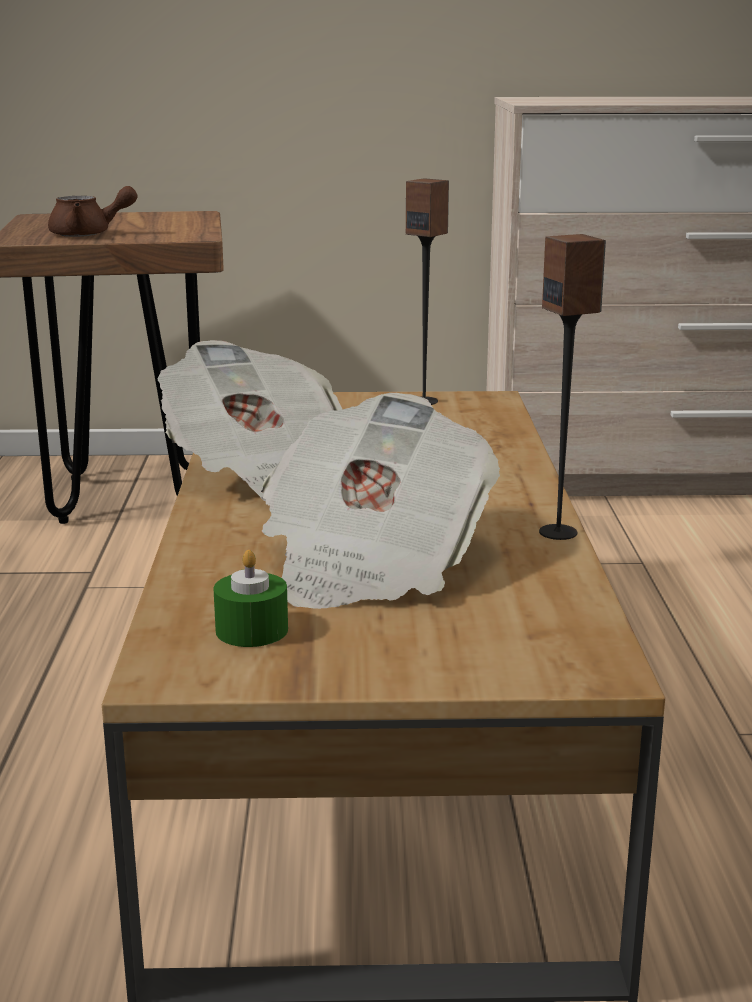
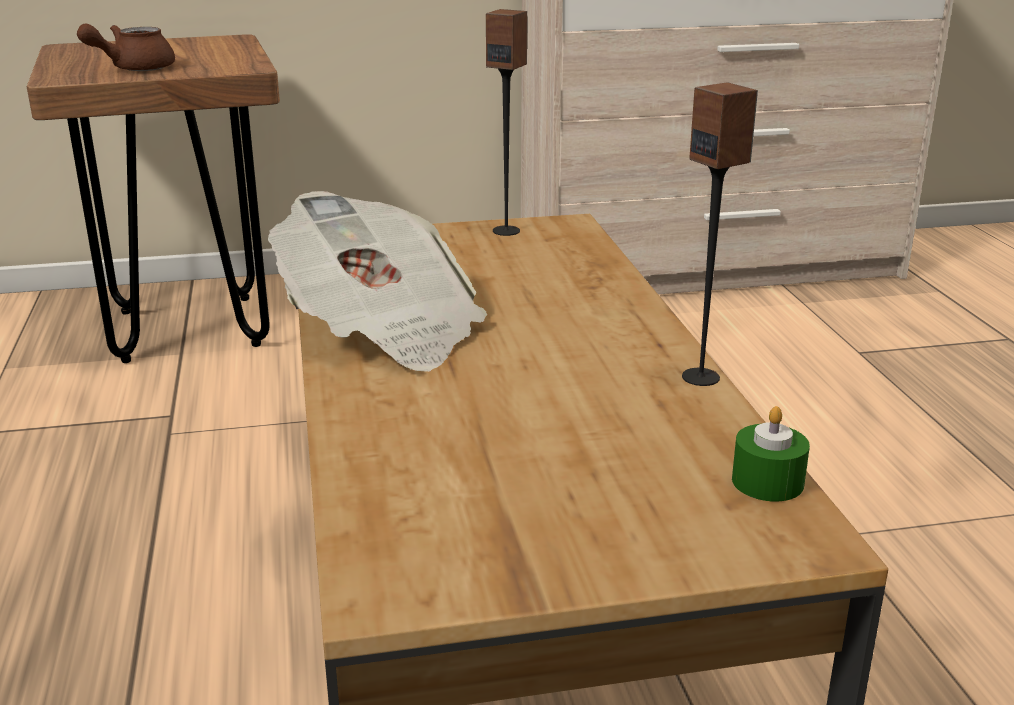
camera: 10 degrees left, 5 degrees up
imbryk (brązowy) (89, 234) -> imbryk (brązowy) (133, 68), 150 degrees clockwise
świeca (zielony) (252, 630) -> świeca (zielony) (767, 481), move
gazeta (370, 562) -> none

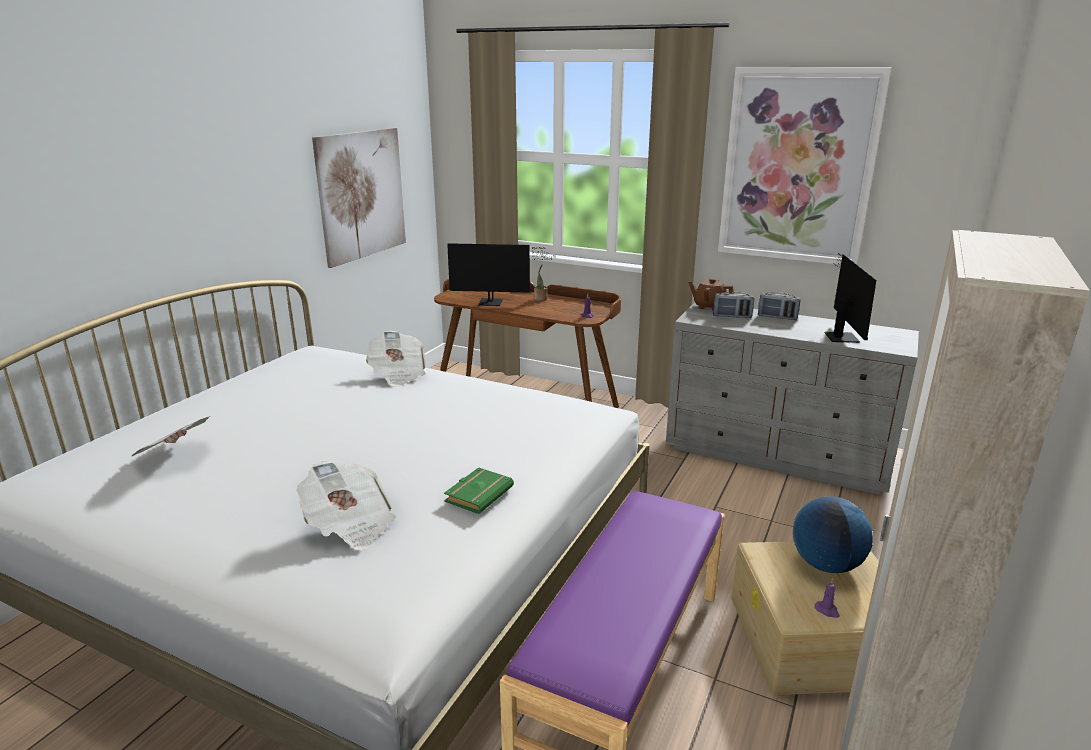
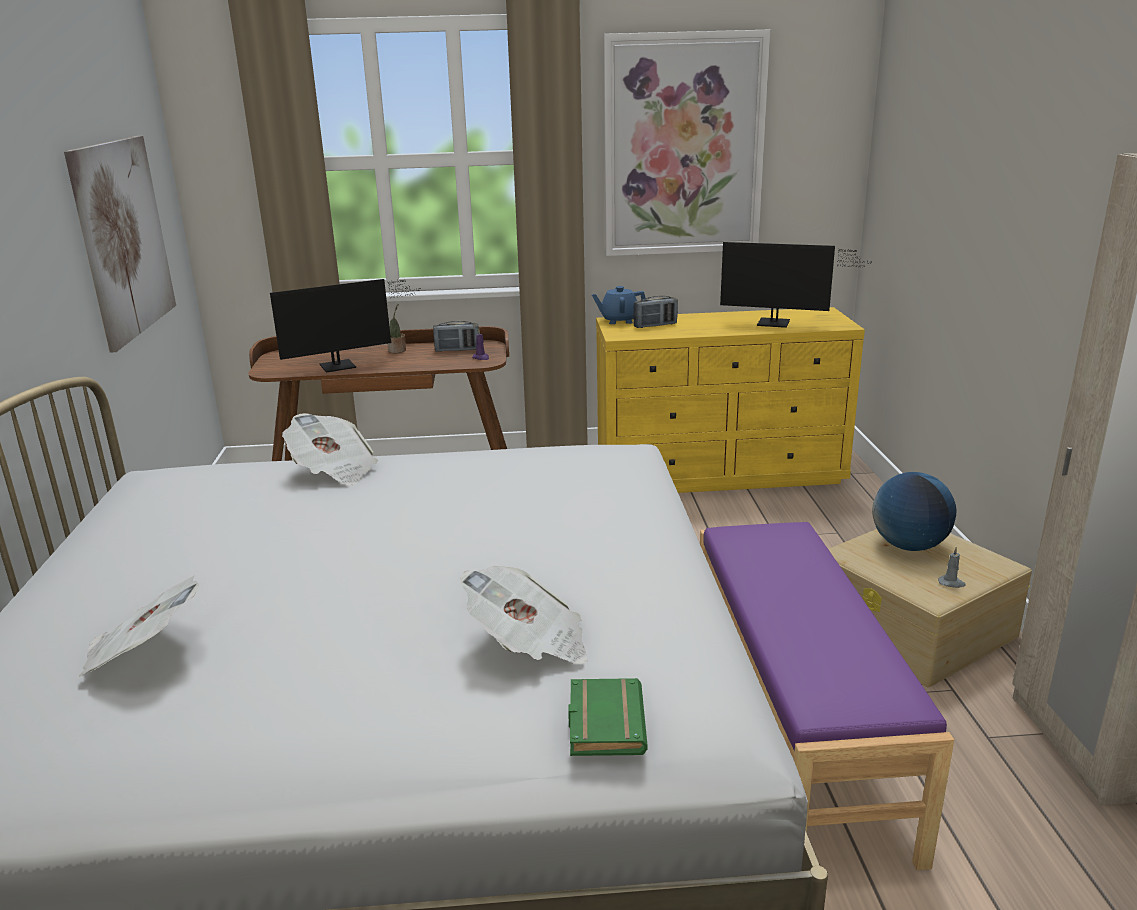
camera: 30 degrees left, 0 degrees up
książka (zielony) (478, 494) -> książka (zielony) (603, 722), move
komoda (szary) (778, 455) -> komoda (żółty) (721, 473)
imbryk (brązowy) (709, 307) -> imbryk (niebieski) (619, 320)
radio (777, 317) -> radio (457, 350), move
świeca (fioletowy) (827, 610) -> świeca (szary) (951, 583)
monitor (841, 335) -> monitor (779, 323), 135 degrees clockwise

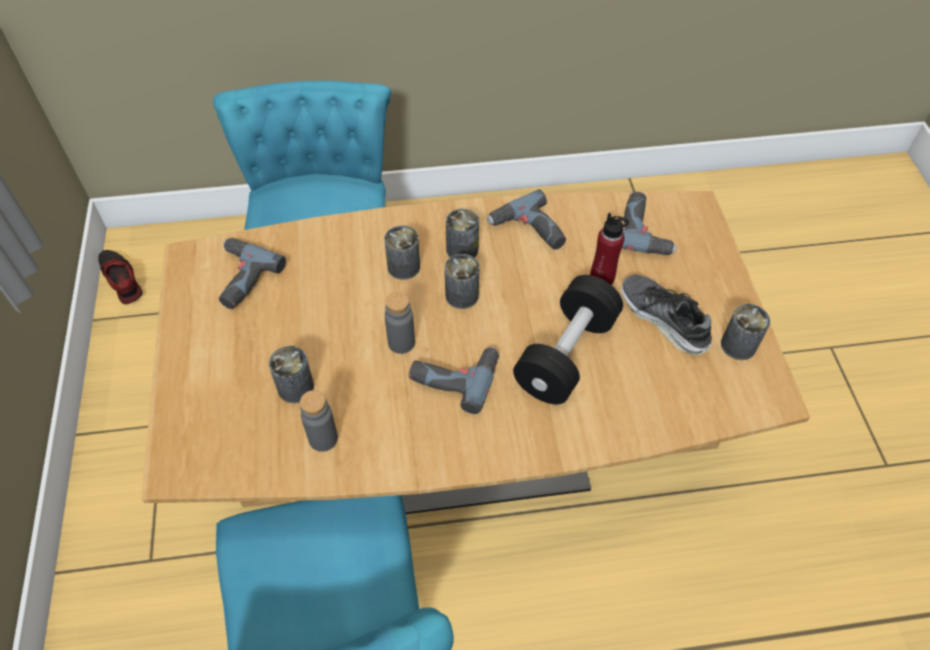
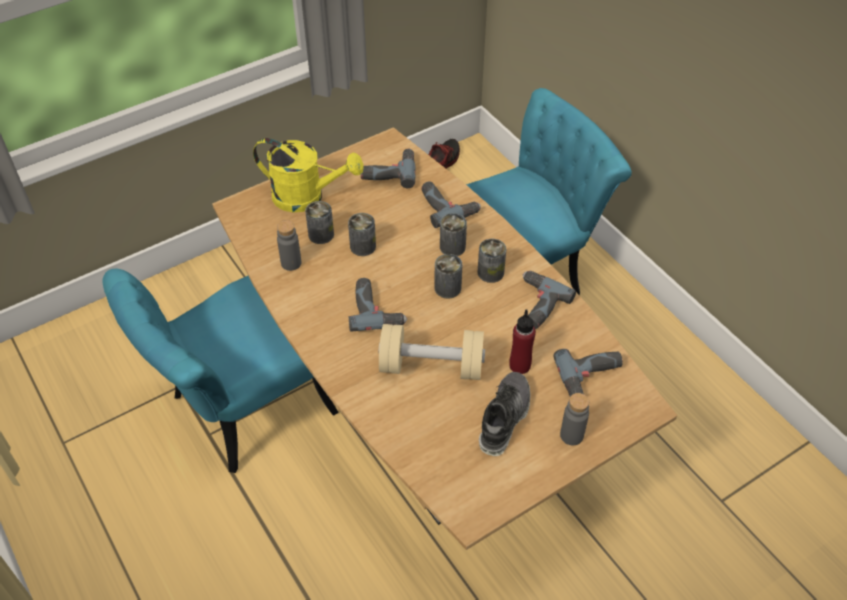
camera: 65 degrees right, 5 degrees down
butelka (szary) (401, 342) -> butelka (szary) (571, 435), move
hantel (czarny) (566, 354) -> hantel (beżowy) (431, 366)
puszka (738, 345) -> puszka (363, 246), move
none -> konewka (żółty) (307, 197)
none -> wiertarka (447, 206)

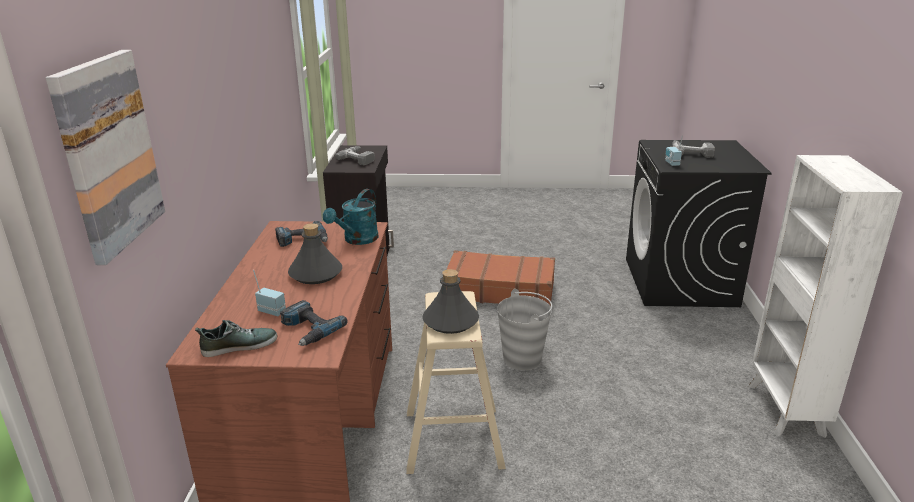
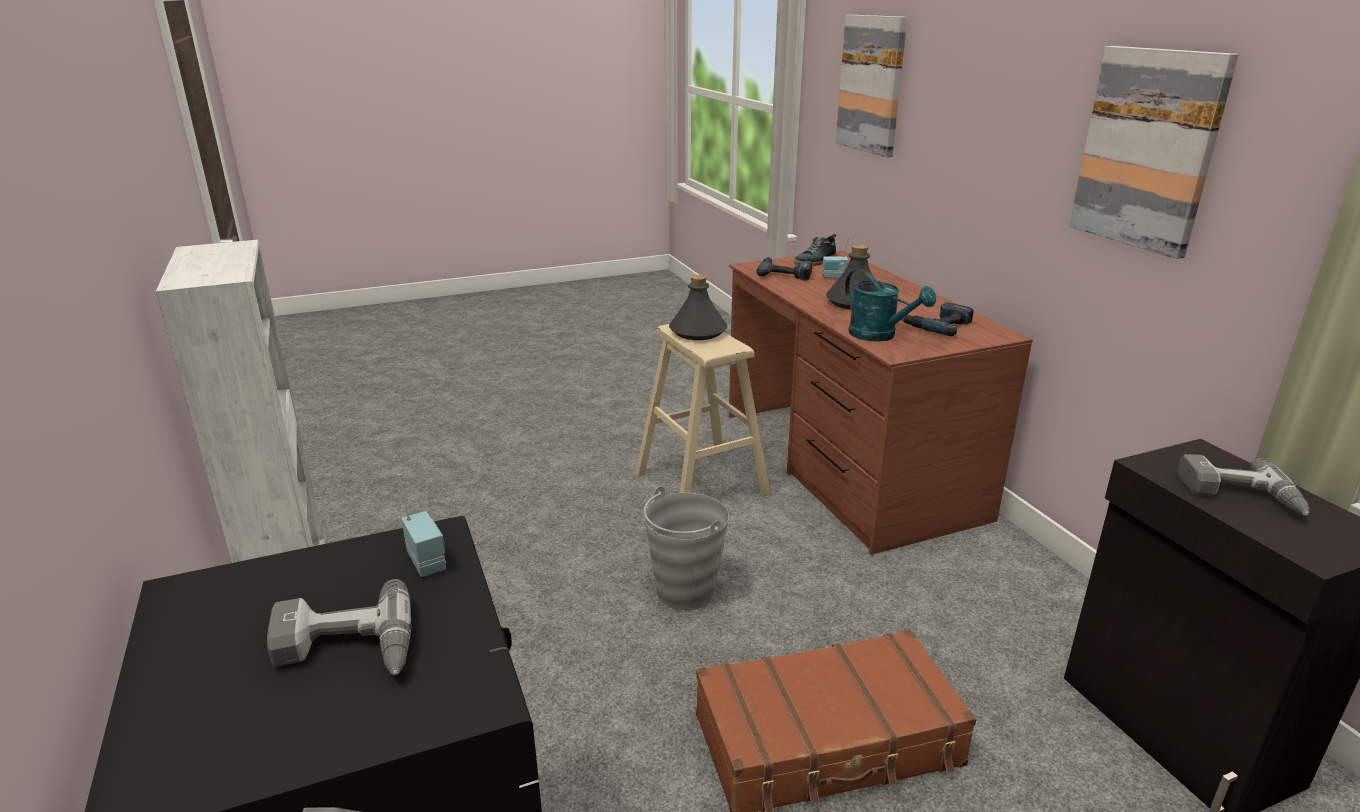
camera: 155 degrees right, 0 degrees up
konewka (turkusowy) (357, 240) -> konewka (turkusowy) (879, 336), 135 degrees clockwise
none -> obraz (1148, 149)

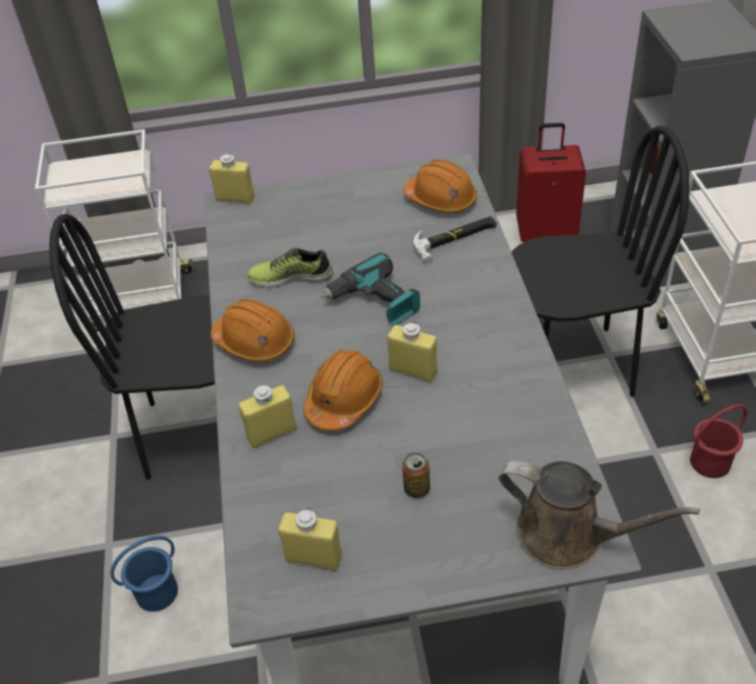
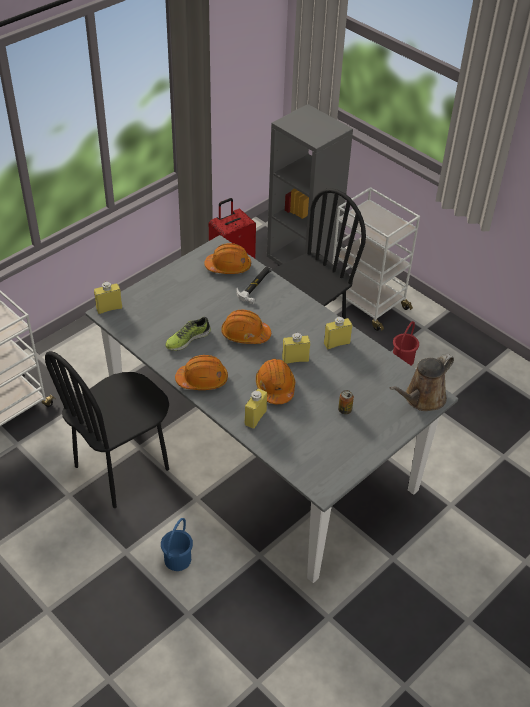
camera: 40 degrees left, 0 degrees up
butelka (żółty) (313, 557) -> butelka (żółty) (336, 343), move
wiertarka (375, 302) -> kask (pomarańczowy) (245, 334)
konewka (brązowy) (568, 536) -> konewka (brązowy) (422, 399), 150 degrees clockwise

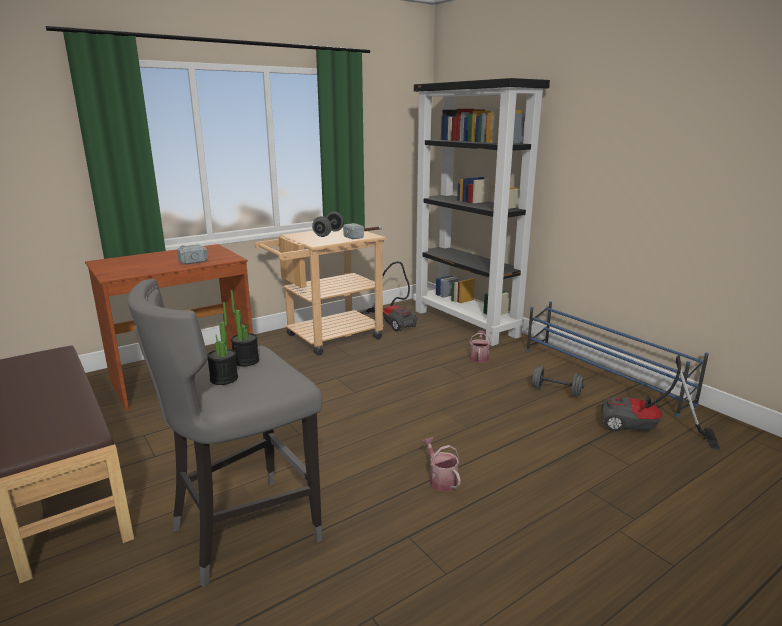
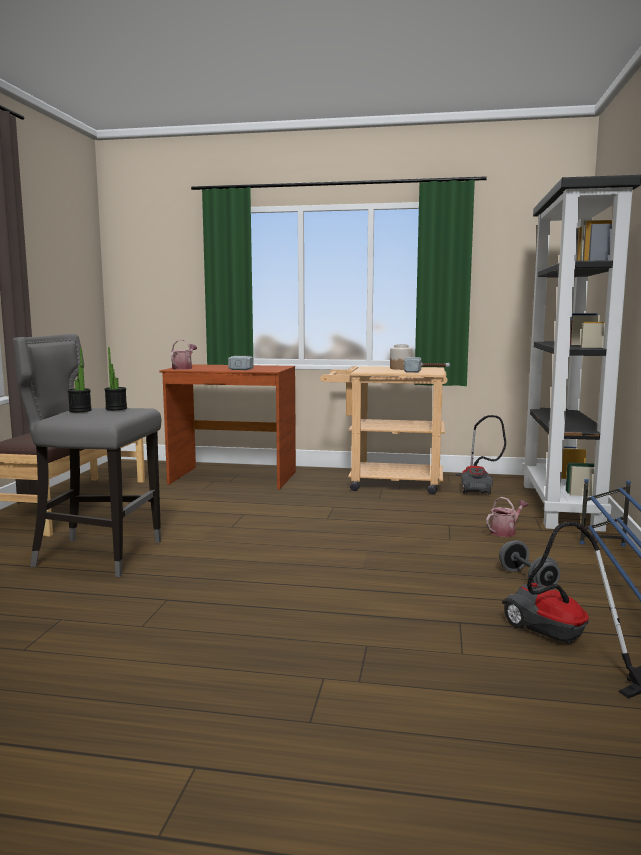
camera: 45 degrees right, 10 degrees down
hantel (szary) (328, 233) -> słoik (400, 368)
konewka (441, 479) -> konewka (183, 368), move

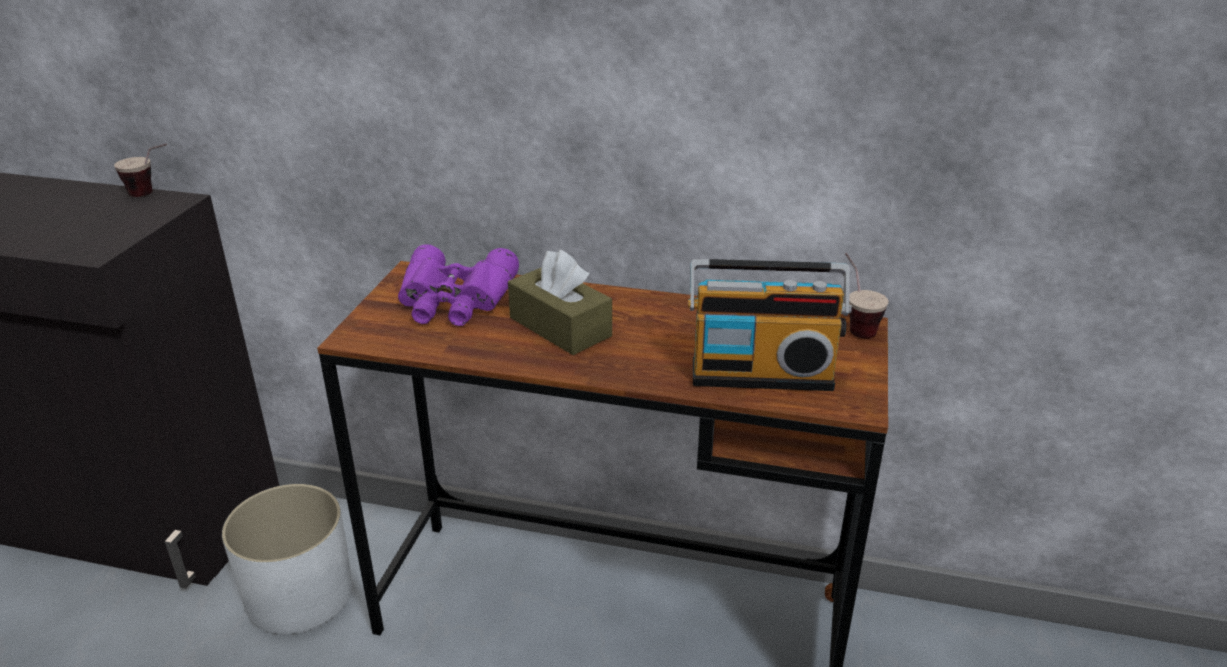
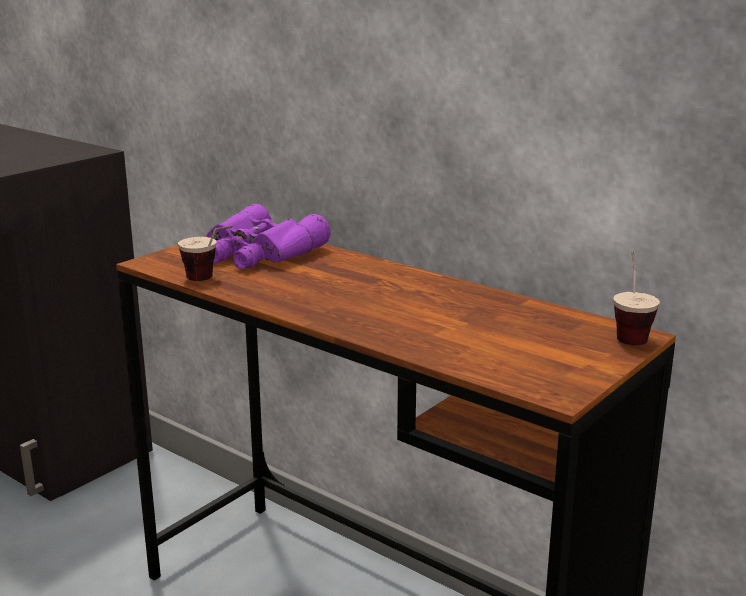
camera: 25 degrees right, 10 degrees down
filiżanka (153, 194) -> filiżanka (210, 281), move
donica (biały) (300, 593) -> none
pudełko chusteczek (brązowy) (560, 327) -> none
radio (761, 373) -> none

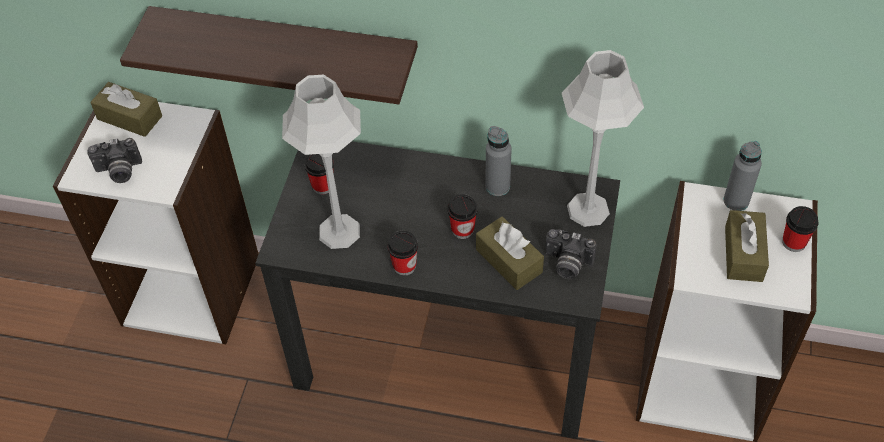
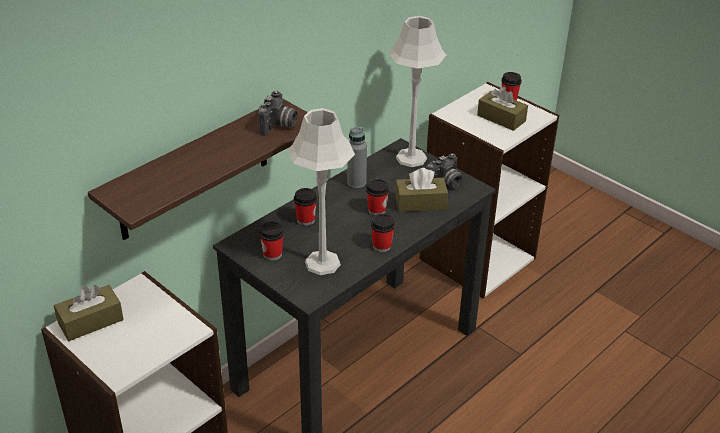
camera: 60 degrees left, 15 degrees down
aparat fotograficzny (119, 172) -> aparat fotograficzny (278, 126), move
butelka (szary) (736, 201) -> none
none -> filiżanka (306, 220)

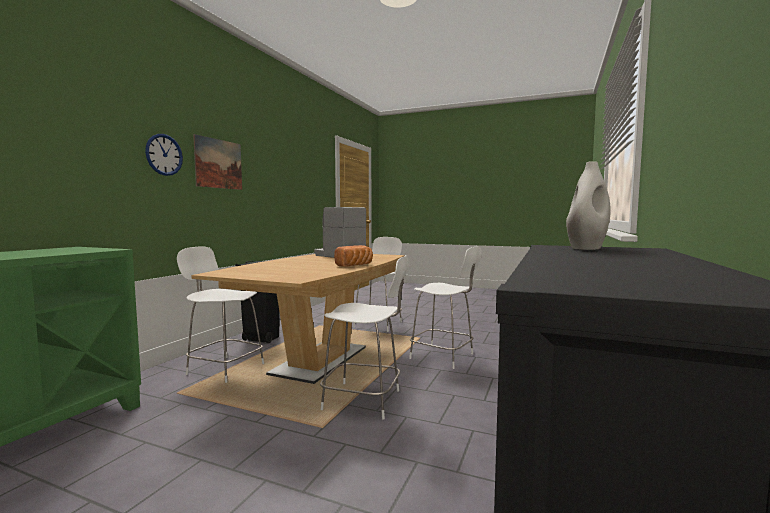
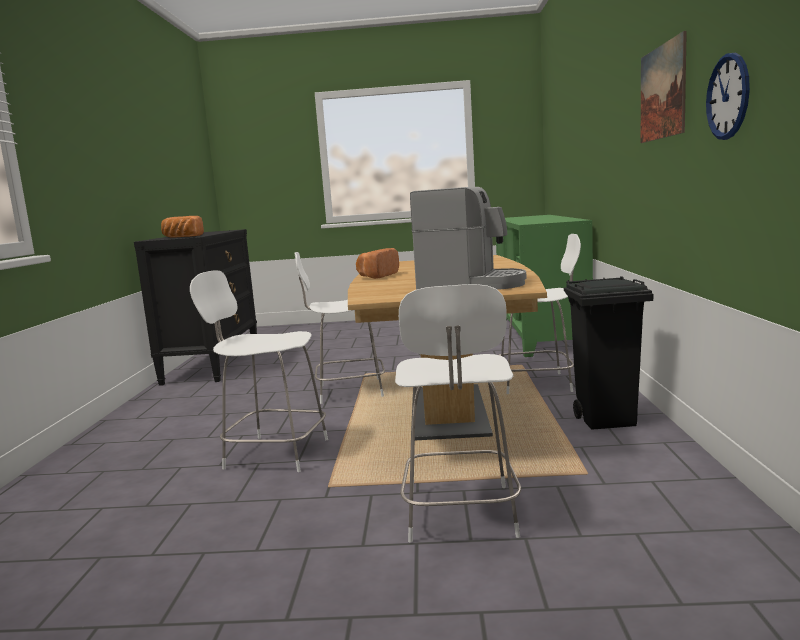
camera: 160 degrees right, 5 degrees up
zegar ścienny (164, 154) -> zegar ścienny (728, 97), move
wazon (biały) (586, 248) -> chleb (181, 237)

